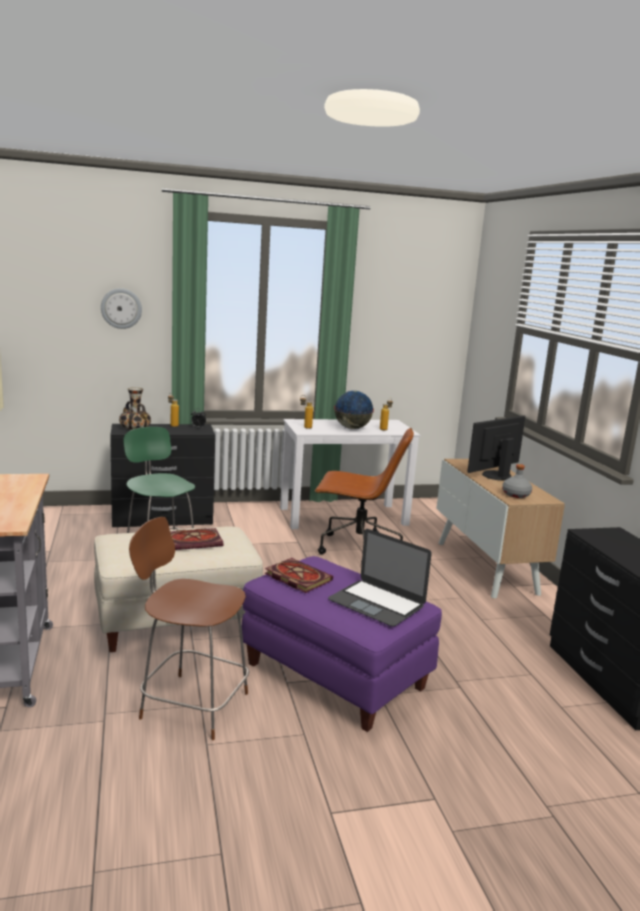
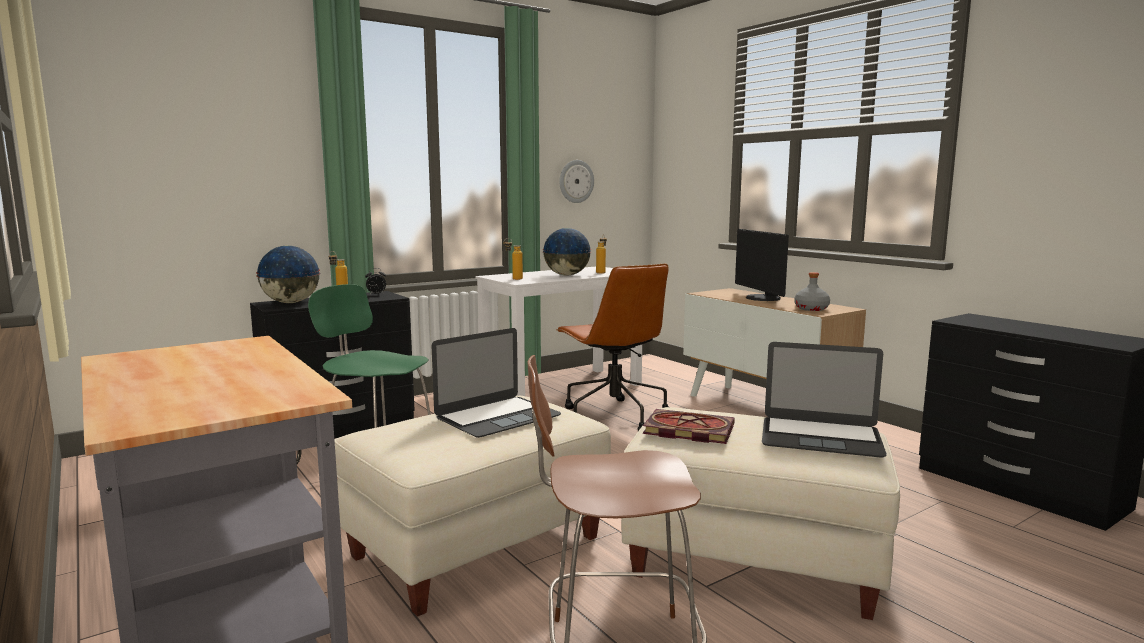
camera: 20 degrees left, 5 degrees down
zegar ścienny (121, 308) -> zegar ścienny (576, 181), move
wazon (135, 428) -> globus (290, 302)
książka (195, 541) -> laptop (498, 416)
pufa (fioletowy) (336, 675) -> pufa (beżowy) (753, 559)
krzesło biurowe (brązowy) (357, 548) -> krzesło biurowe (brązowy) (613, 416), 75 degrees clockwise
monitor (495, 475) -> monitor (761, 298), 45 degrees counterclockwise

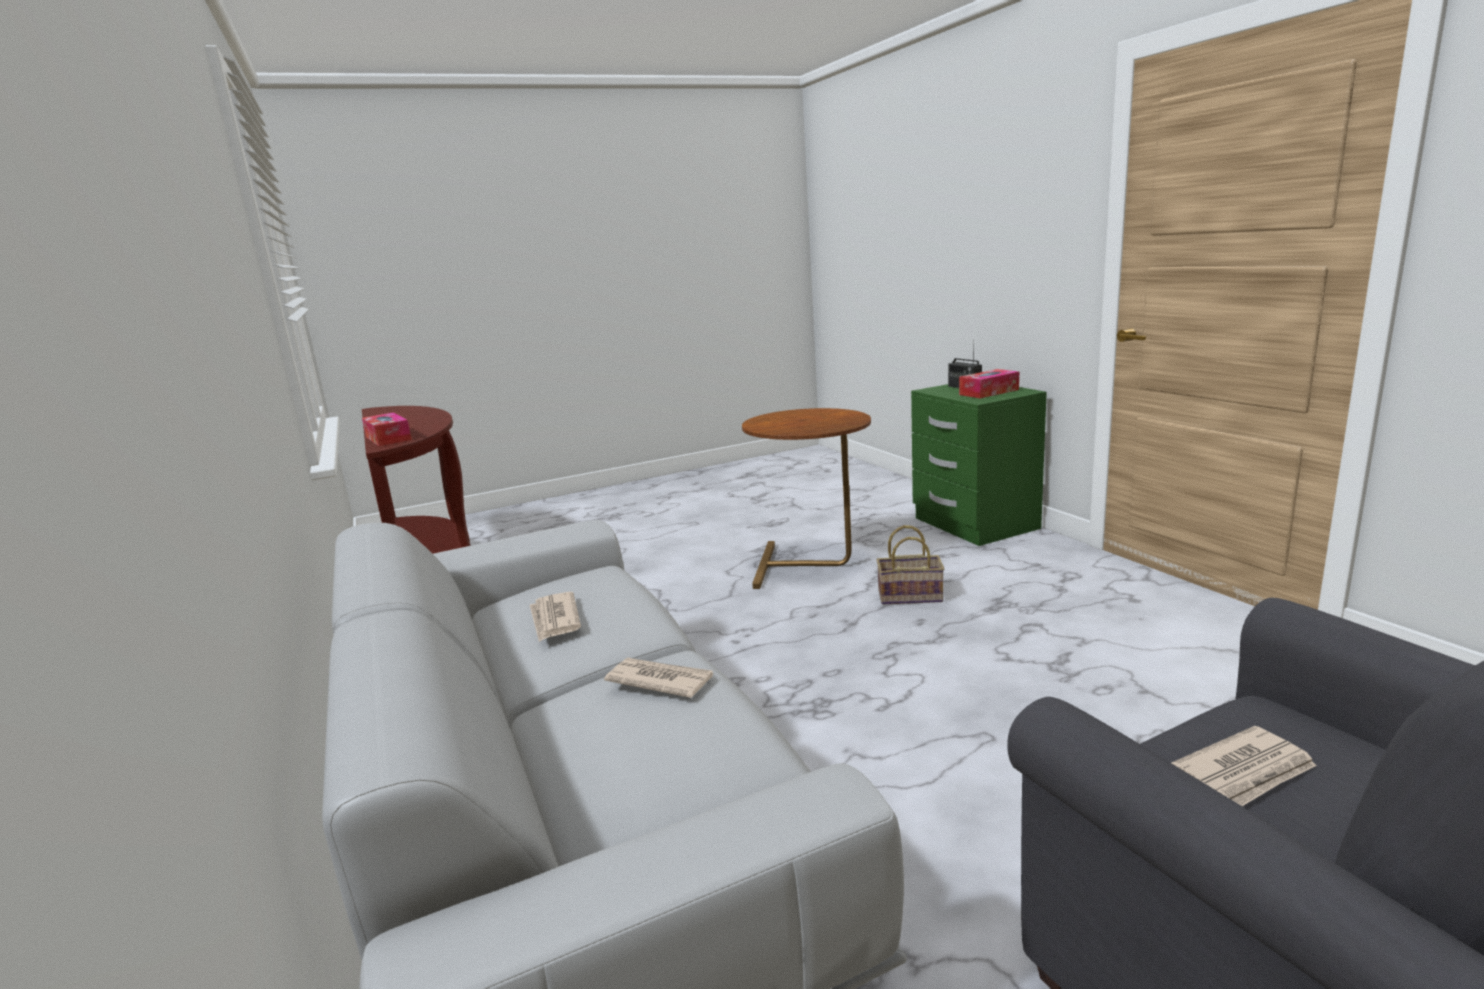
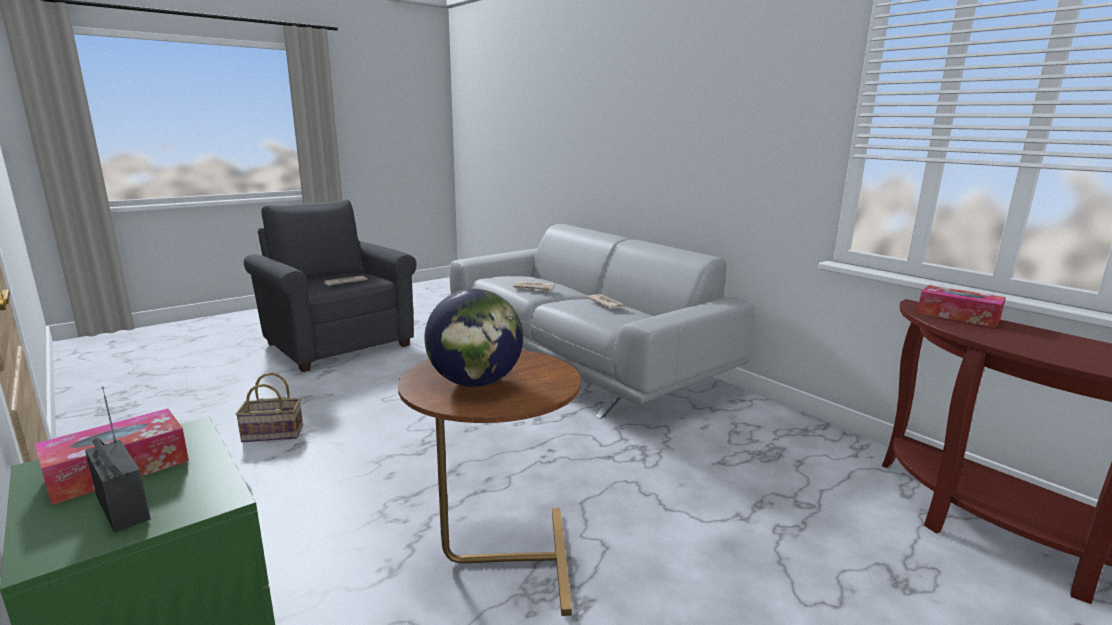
camera: 165 degrees right, 0 degrees up
koszyk (911, 596) -> koszyk (271, 434), move
none -> globus (475, 382)

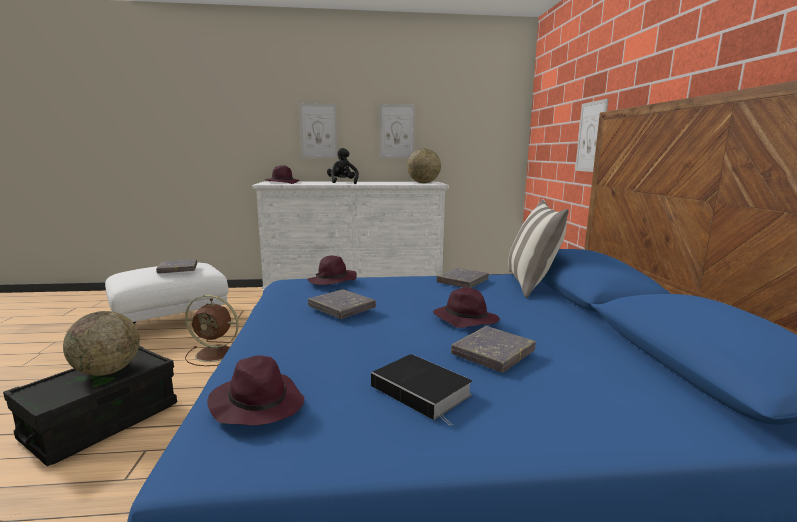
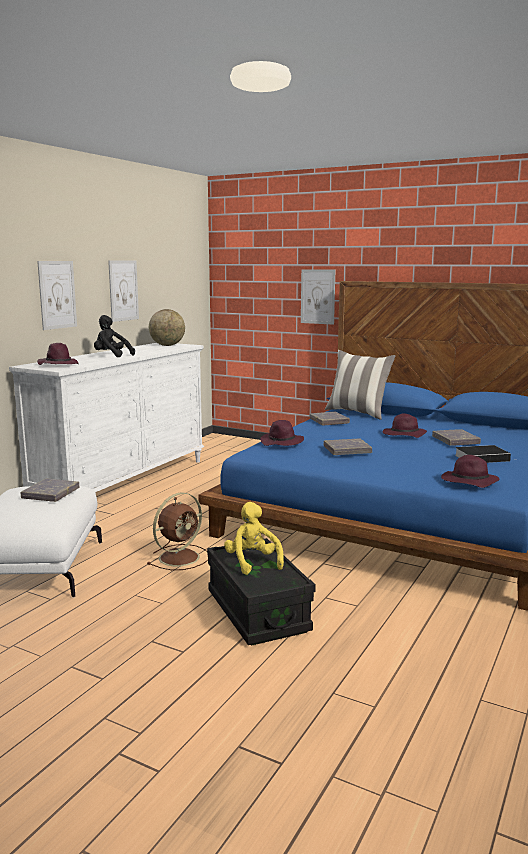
camera: 55 degrees left, 0 degrees up
globus (107, 371) -> pluszak (żółty) (252, 562)

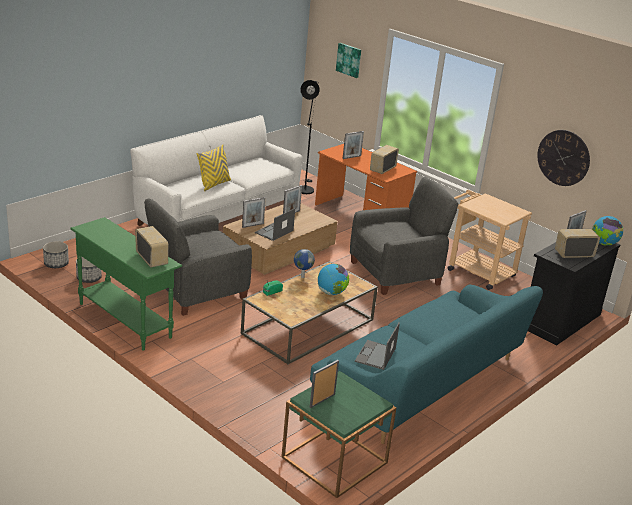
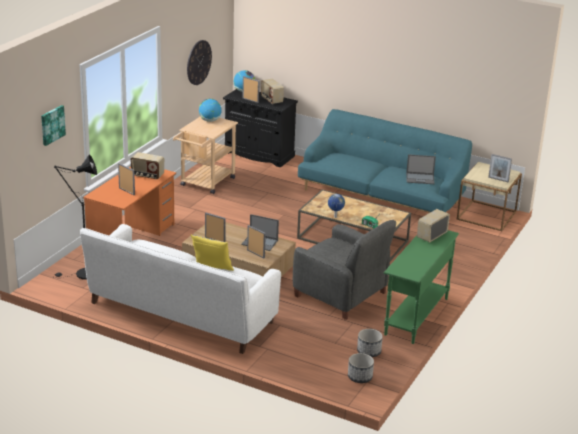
camera: 105 degrees left, 0 degrees up
stolik (zielony) (334, 460) -> stolik (beżowy) (486, 215)
globus (331, 293) -> globus (210, 120), move
fotel (szary) (396, 273) -> none

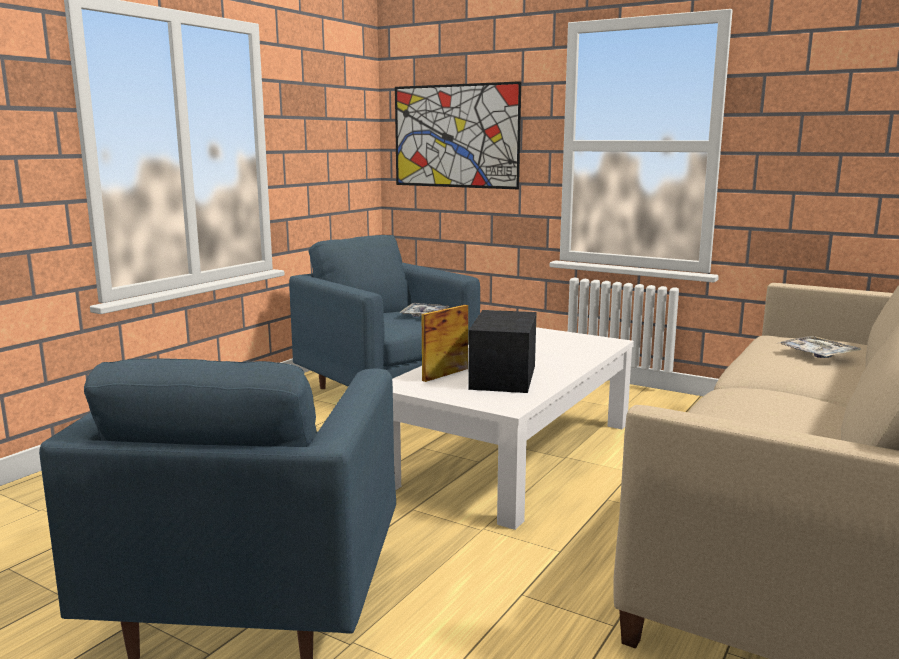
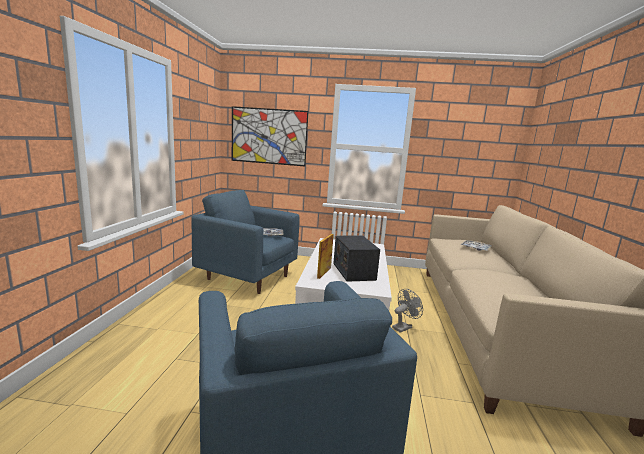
camera: 25 degrees left, 0 degrees up
none -> wentylator (szary) (404, 327)

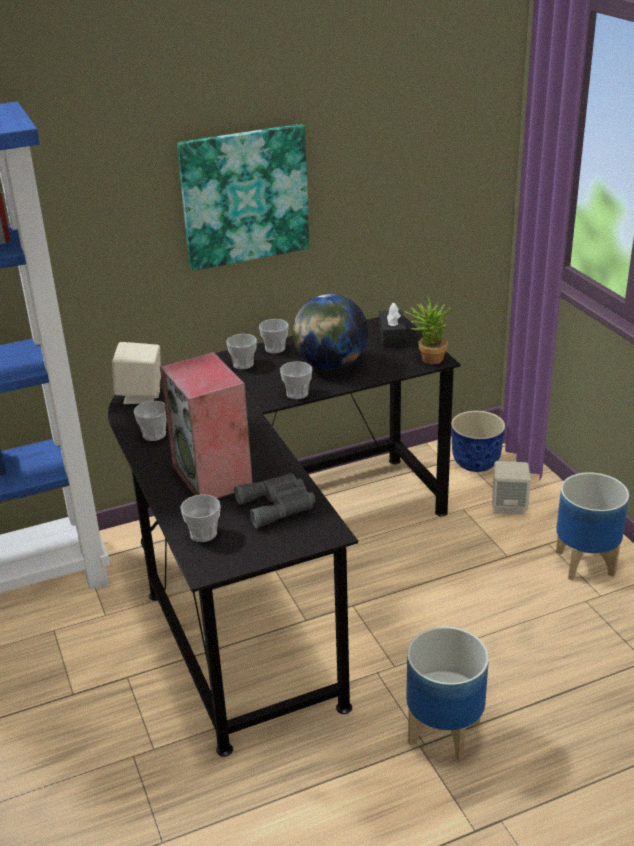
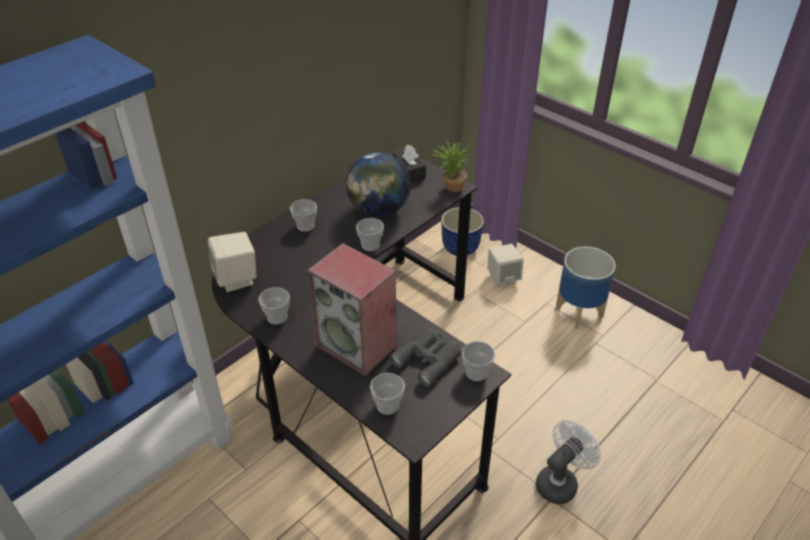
camera: 25 degrees left, 10 degrees up
obraz (244, 196) -> none
filiżanka (275, 348) -> filiżanka (476, 372), move
donica (442, 732) -> wentylator (biały) (560, 482)

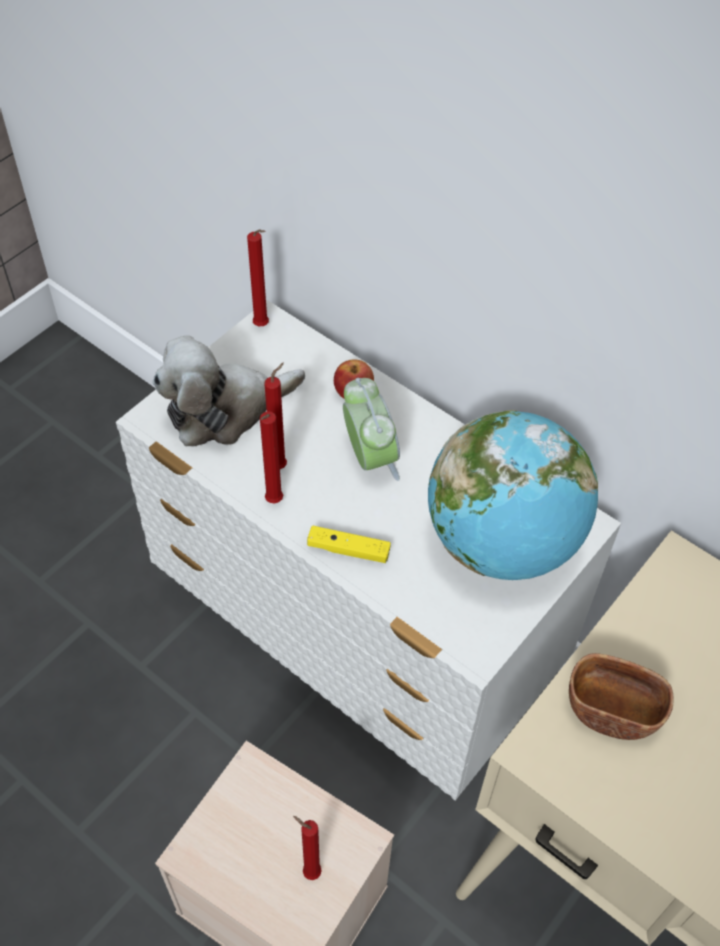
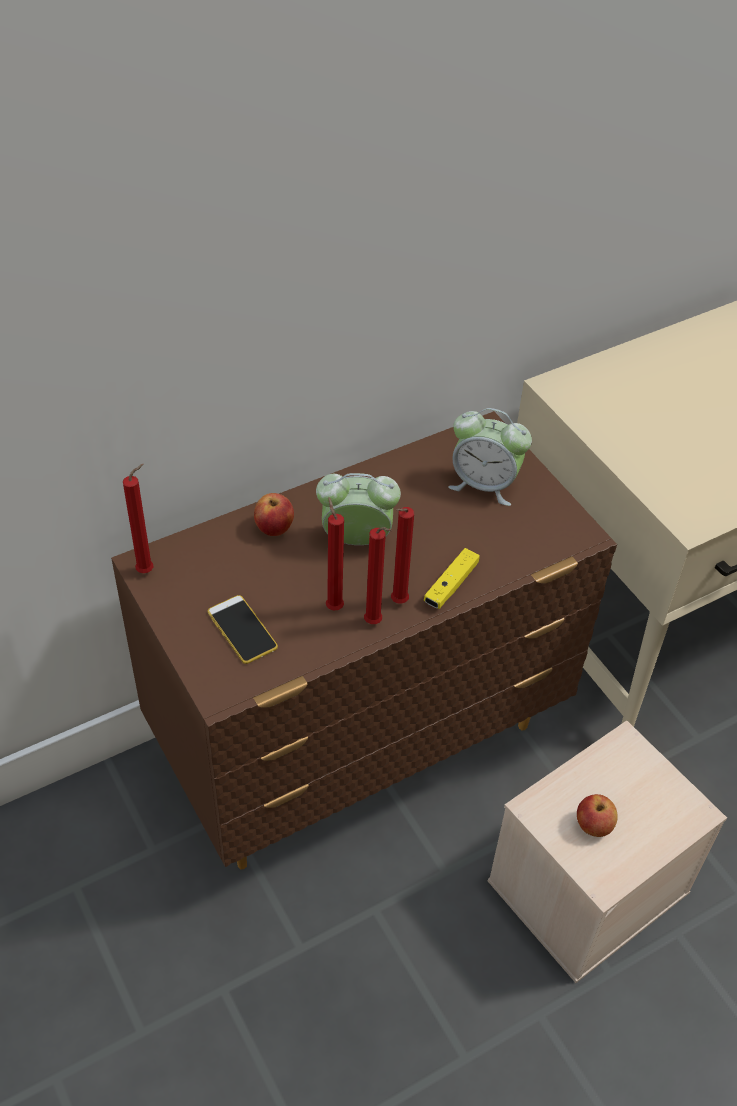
camera: 70 degrees left, 5 degrees down
komoda (biały) (357, 646) -> komoda (brązowy) (362, 745)
pluszak (225, 410) -> telefon (242, 630)
świeca (czerwony) (309, 871) -> świeca (czerwony) (397, 603), move
globus (502, 542) -> budzik (484, 484)
miska (brązowy) (612, 709) -> none
none -> jabłko (593, 826)

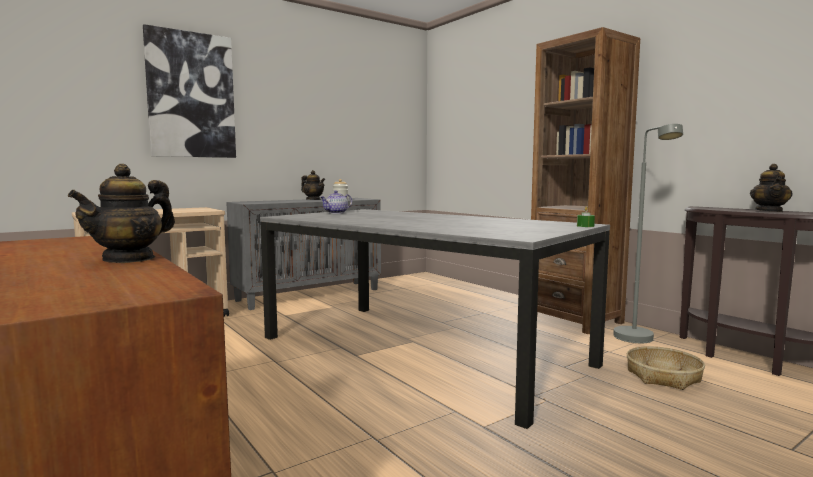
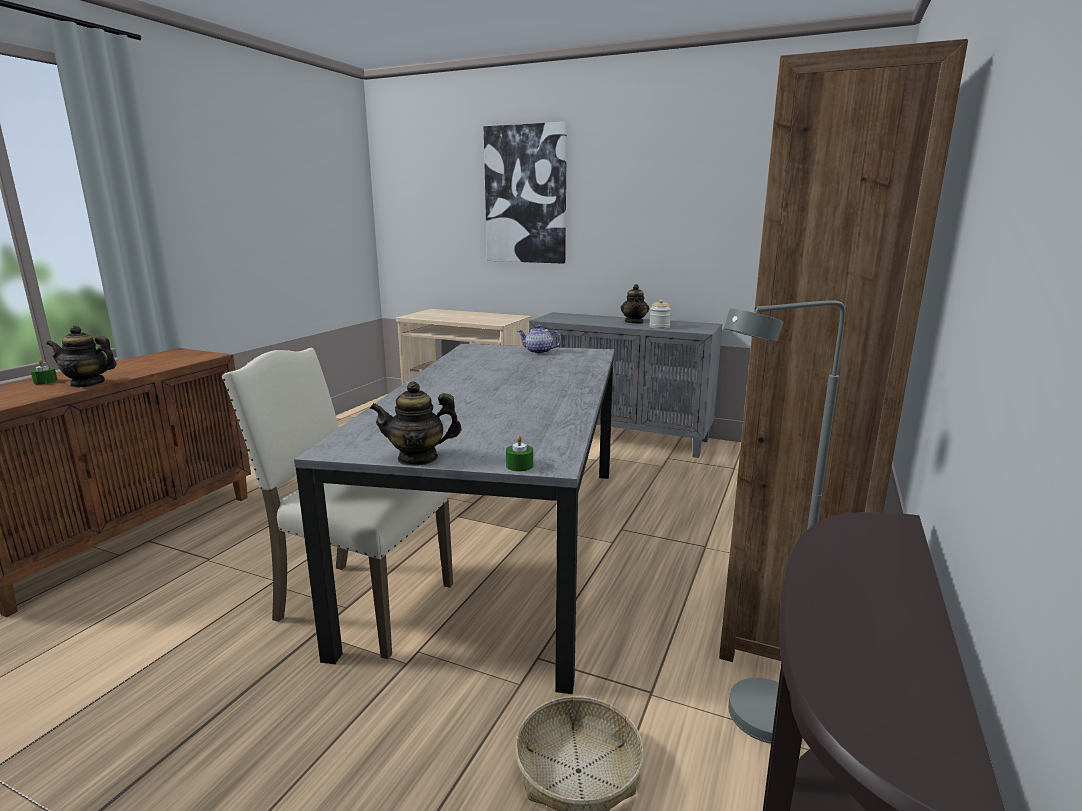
camera: 60 degrees right, 10 degrees up
imbryk (769, 211) -> imbryk (418, 458), move
none -> świeca (zielony) (45, 381)
none -> krzesło (beżowy) (360, 603)

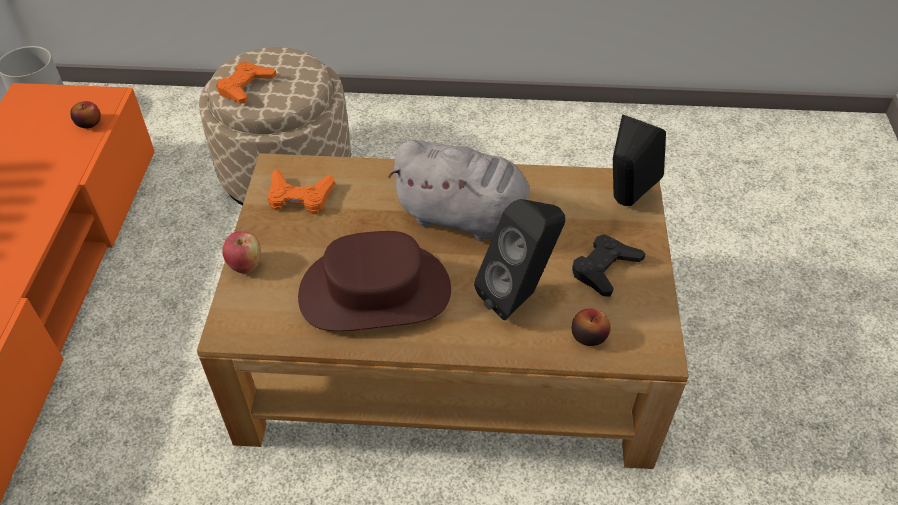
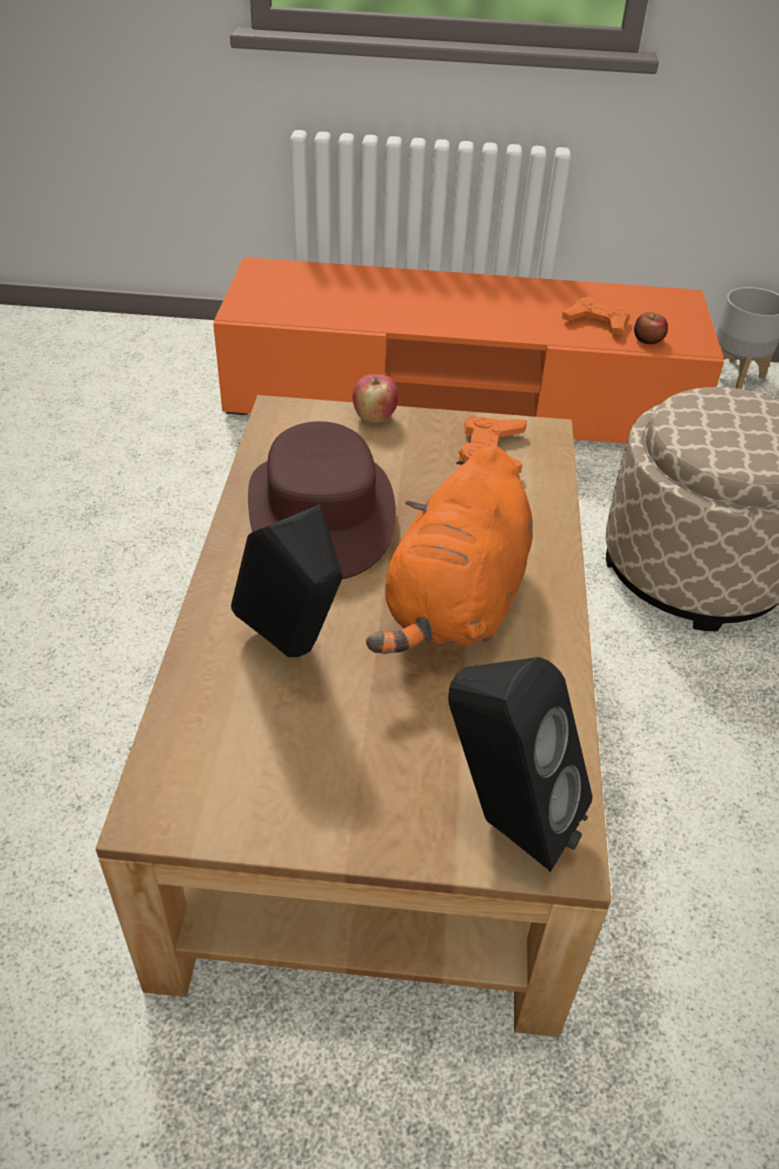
camera: 90 degrees right, 5 degrees down
pad do gier (pomarańczowy) (245, 87) -> pad do gier (pomarańczowy) (597, 322), move
pluszak (szary) (467, 218) -> pluszak (pomarańczowy) (456, 604)
pad do gier (czarny) (604, 269) -> none
jabłko (588, 336) -> none

